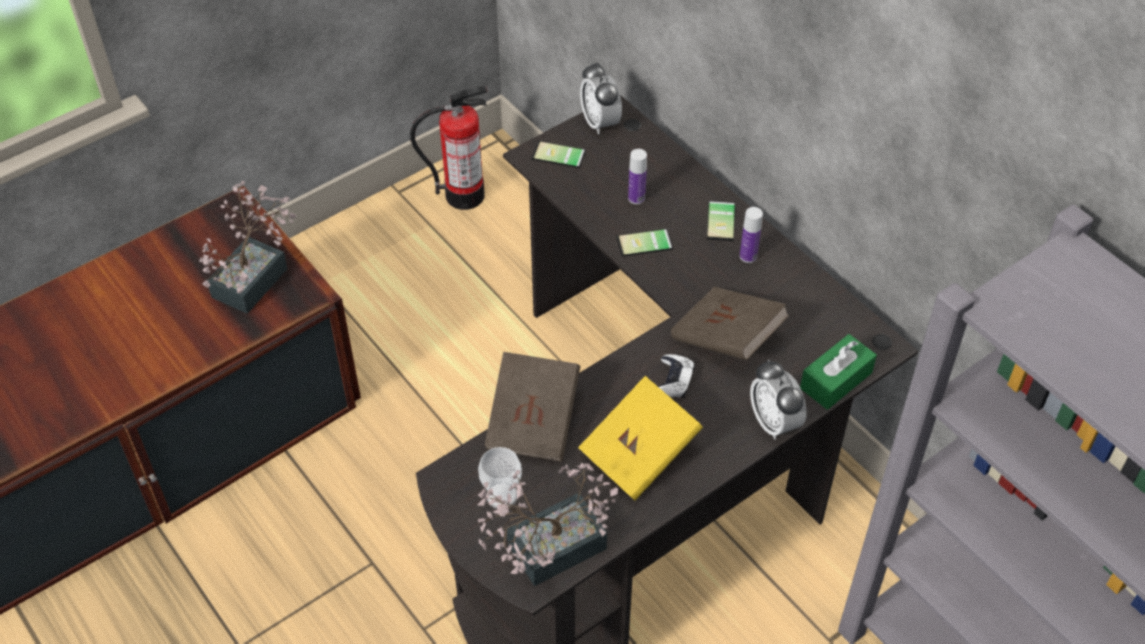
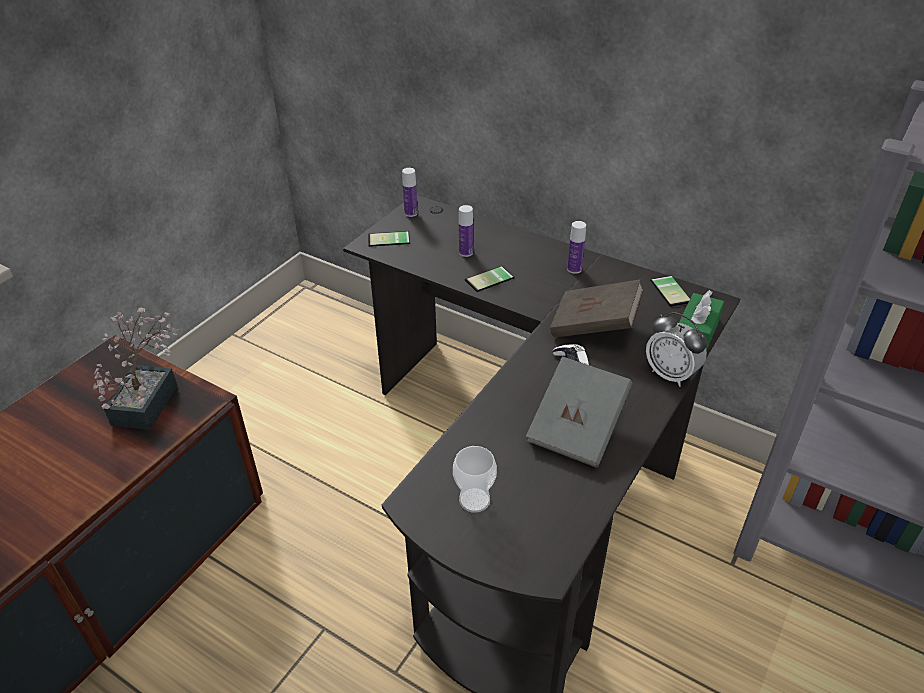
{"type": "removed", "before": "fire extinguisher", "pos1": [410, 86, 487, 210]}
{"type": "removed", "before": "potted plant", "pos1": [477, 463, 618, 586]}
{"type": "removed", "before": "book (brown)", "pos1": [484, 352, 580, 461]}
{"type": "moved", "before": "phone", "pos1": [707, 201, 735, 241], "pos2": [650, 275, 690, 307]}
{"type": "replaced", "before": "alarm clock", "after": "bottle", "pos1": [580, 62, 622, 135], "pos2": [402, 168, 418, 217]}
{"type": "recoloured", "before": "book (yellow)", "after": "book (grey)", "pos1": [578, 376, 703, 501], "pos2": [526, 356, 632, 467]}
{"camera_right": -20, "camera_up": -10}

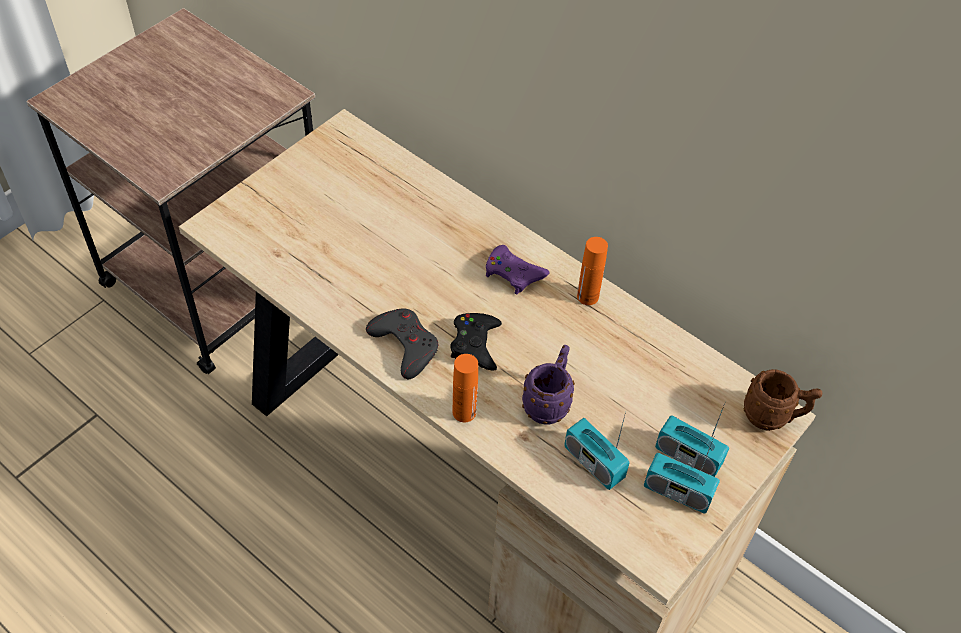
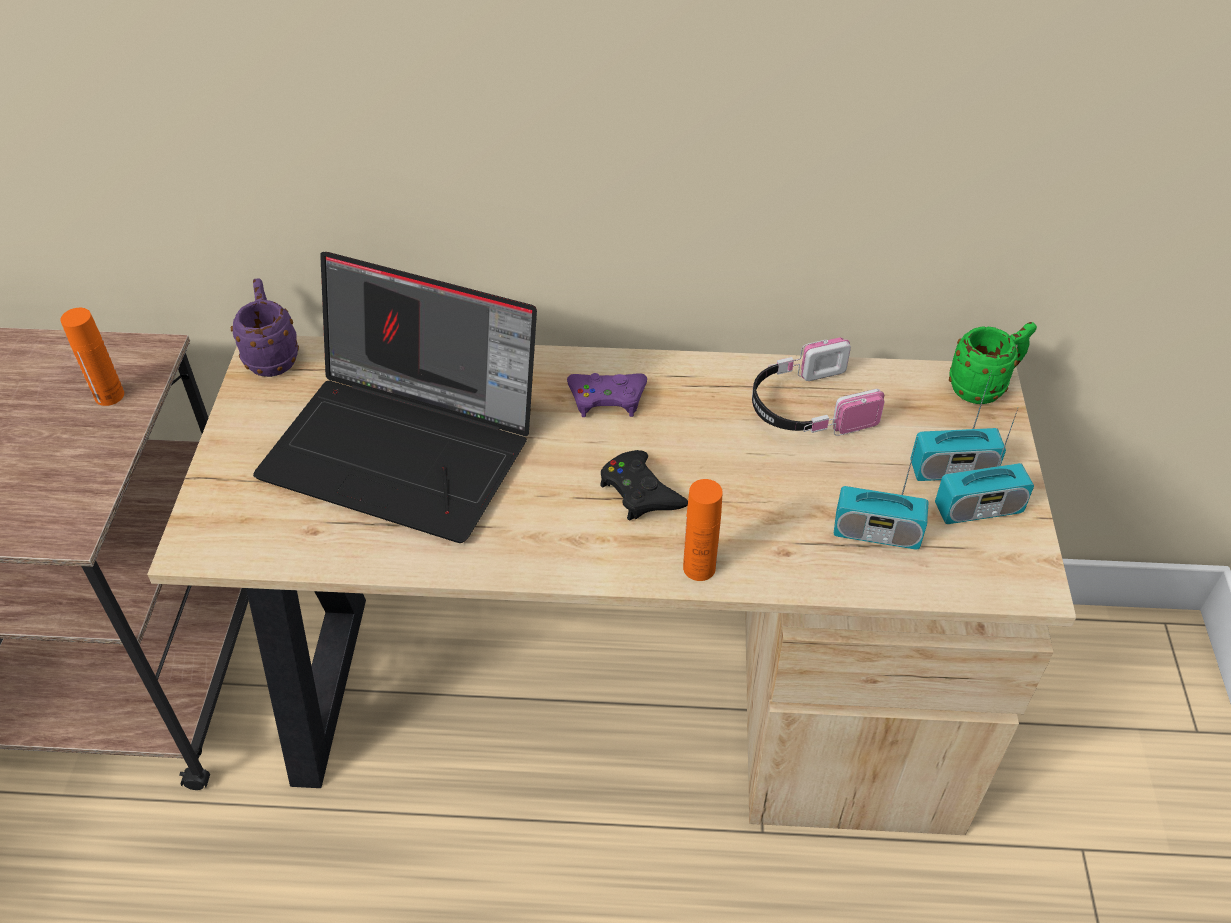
{"type": "removed", "before": "game controller (grey)", "pos1": [366, 308, 439, 379]}
{"type": "added", "after": "laptop", "pos2": [253, 252, 537, 543]}
{"type": "added", "after": "headphones", "pos2": [752, 337, 885, 436]}
{"type": "moved", "before": "mug (purple)", "pos1": [522, 345, 575, 424], "pos2": [231, 279, 299, 377]}
{"type": "moved", "before": "bottle (orange)", "pos1": [577, 237, 608, 305], "pos2": [61, 308, 124, 406]}
{"type": "recoloured", "before": "mug (brown)", "after": "mug (green)", "pos1": [744, 369, 822, 431], "pos2": [949, 322, 1037, 404]}
{"camera_right": -35, "camera_up": -5}

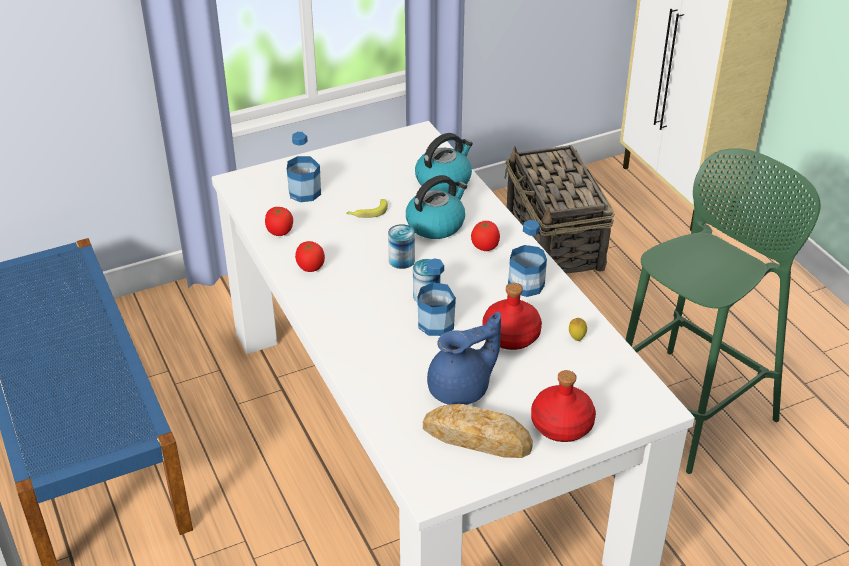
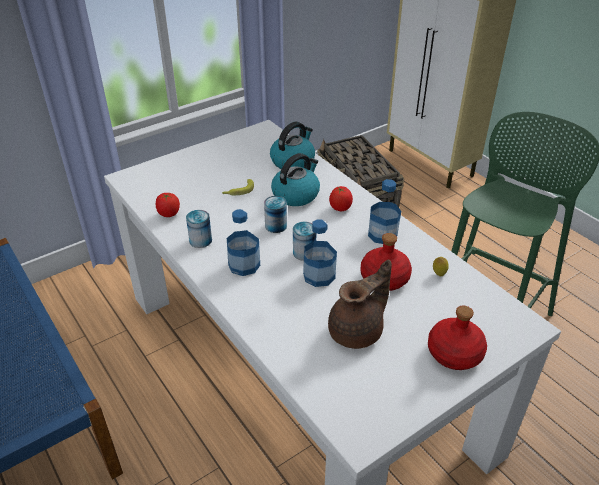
{"type": "removed", "before": "bread", "pos1": [423, 404, 533, 458]}
{"type": "moved", "before": "bottle", "pos1": [287, 132, 321, 202], "pos2": [227, 209, 260, 276]}
{"type": "replaced", "before": "tomato", "after": "can", "pos1": [295, 241, 325, 272], "pos2": [186, 210, 212, 248]}
{"type": "recoloured", "before": "teapot (blue)", "after": "teapot (brown)", "pos1": [427, 311, 501, 405], "pos2": [328, 259, 392, 349]}
{"camera_right": -10, "camera_up": 0}

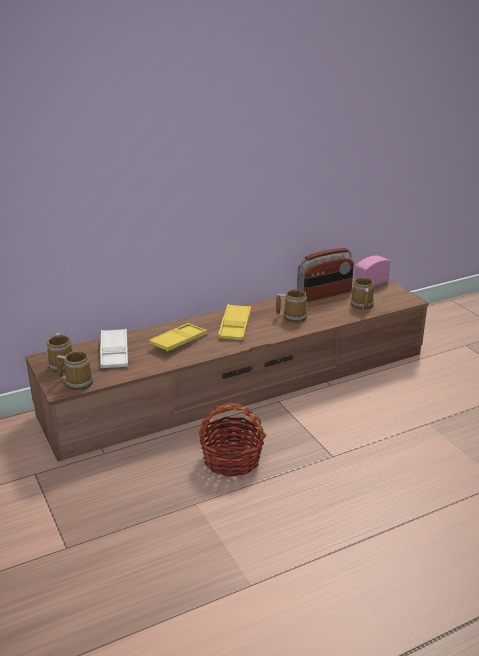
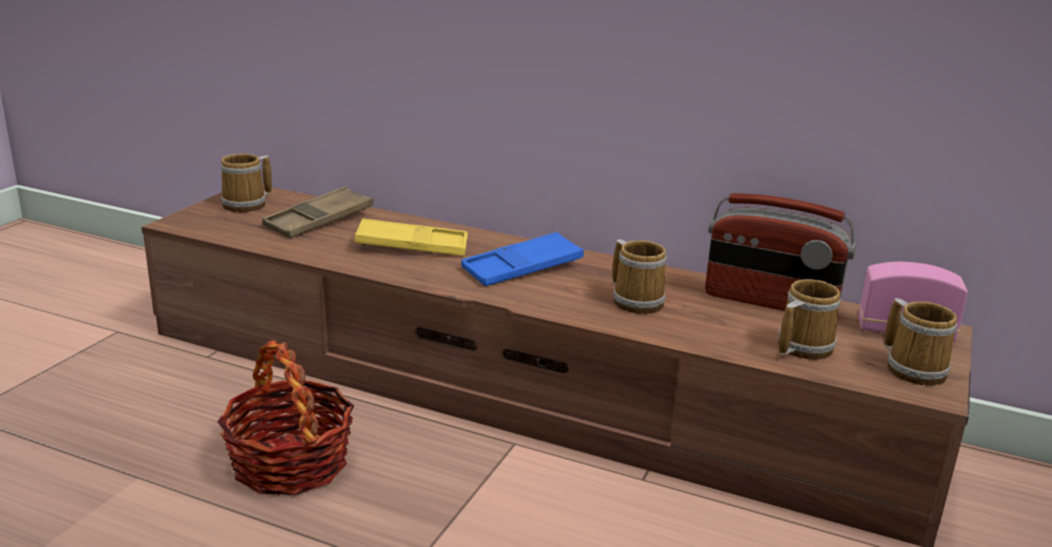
{"type": "moved", "before": "mug", "pos1": [56, 351, 93, 390], "pos2": [884, 298, 957, 386]}
{"type": "recoloured", "before": "tray (white)", "after": "tray (brown)", "pos1": [100, 329, 128, 368], "pos2": [262, 186, 373, 238]}
{"type": "recoloured", "before": "tray (yellow)", "after": "tray (blue)", "pos1": [218, 304, 251, 340], "pos2": [461, 232, 584, 286]}
{"camera_right": 50, "camera_up": -5}

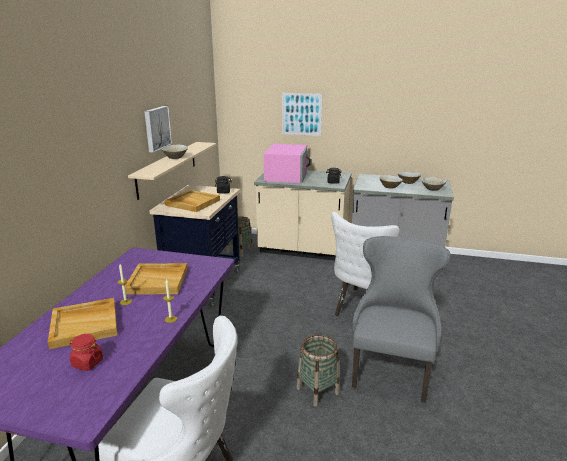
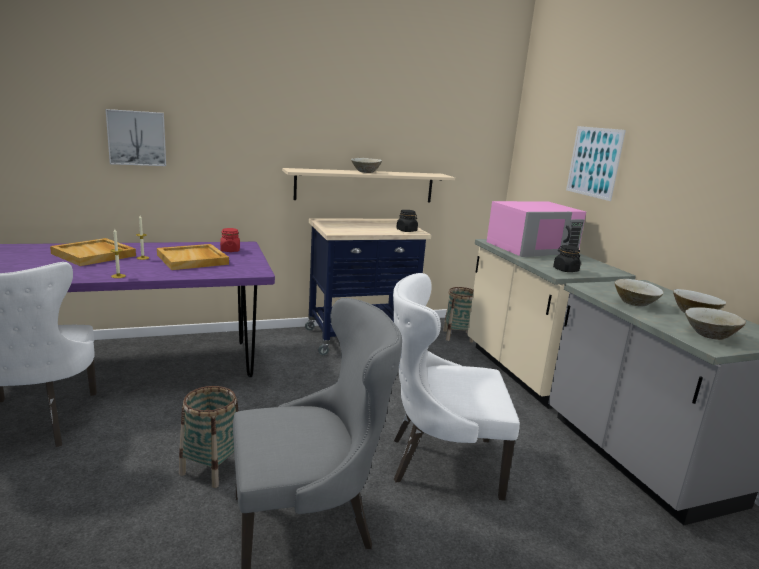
{"type": "removed", "before": "tray (beige)", "pos1": [165, 190, 220, 212]}
{"type": "moved", "before": "jar (red)", "pos1": [70, 334, 103, 371], "pos2": [220, 228, 240, 252]}
{"type": "moved", "before": "picture", "pos1": [144, 106, 172, 153], "pos2": [106, 109, 166, 166]}
{"camera_right": 55, "camera_up": -5}

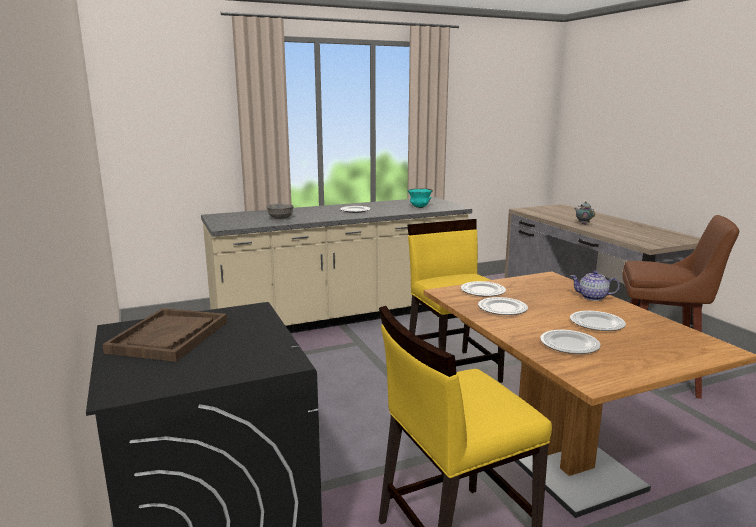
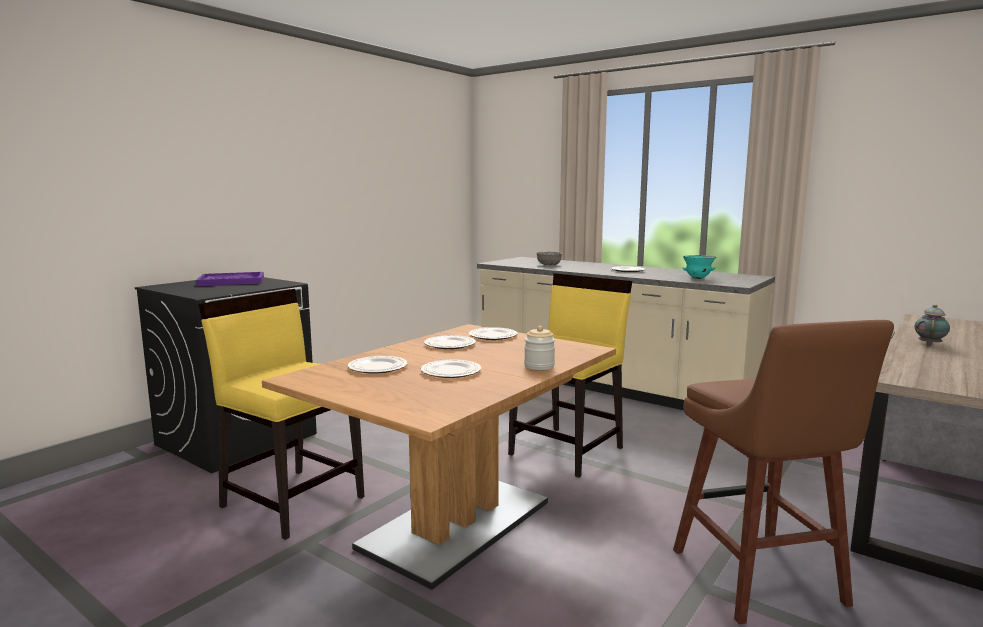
{"type": "replaced", "before": "teapot", "after": "jar", "pos1": [570, 271, 620, 301], "pos2": [524, 326, 555, 370]}
{"type": "recoloured", "before": "tray (brown)", "after": "tray (purple)", "pos1": [102, 308, 227, 362], "pos2": [196, 272, 264, 286]}
{"camera_right": 60, "camera_up": -5}

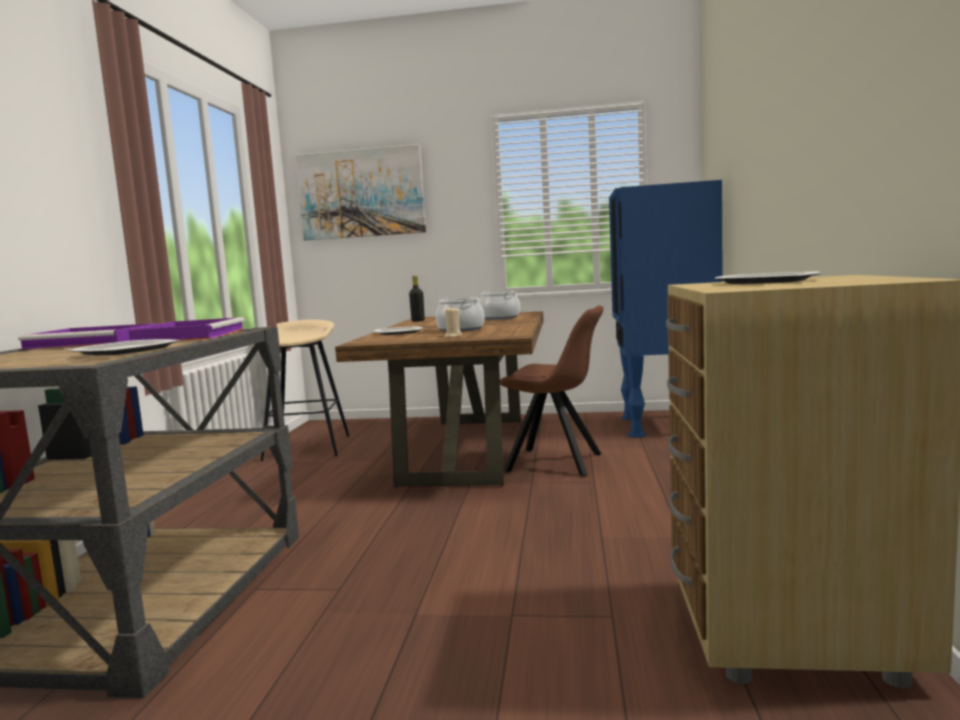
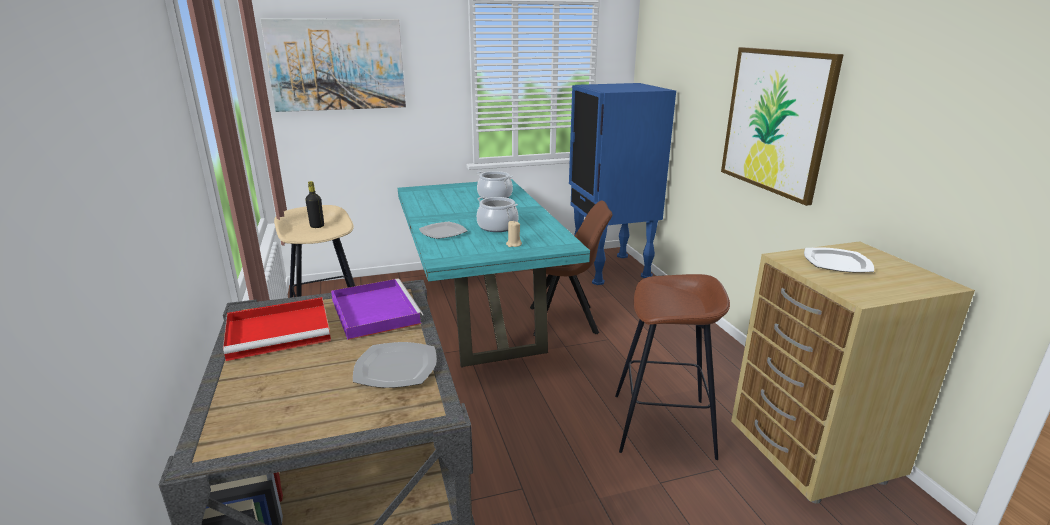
{"type": "added", "after": "stool (brown)", "pos2": [615, 274, 730, 460]}
{"type": "added", "after": "picture", "pos2": [721, 47, 844, 206]}
{"type": "moved", "before": "bottle (black)", "pos1": [409, 276, 425, 322], "pos2": [306, 181, 324, 228]}
{"type": "recoloured", "before": "tray (purple)", "after": "tray (red)", "pos1": [18, 323, 157, 349], "pos2": [223, 297, 331, 361]}
{"type": "recoloured", "before": "dining table (brown)", "after": "dining table (turquoise)", "pos1": [335, 311, 544, 488], "pos2": [398, 179, 590, 368]}
{"camera_right": -25, "camera_up": 15}

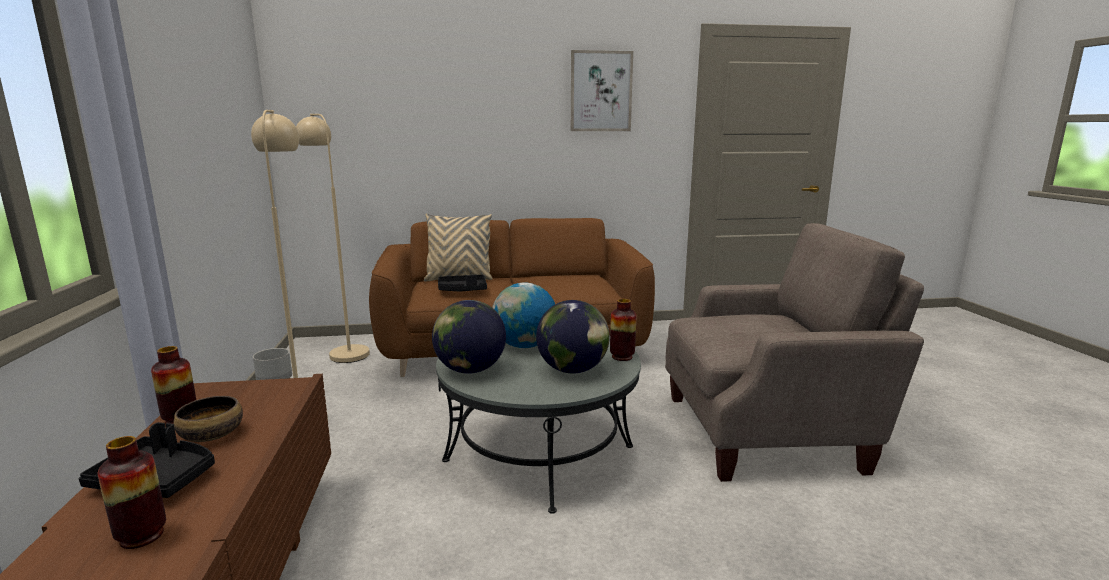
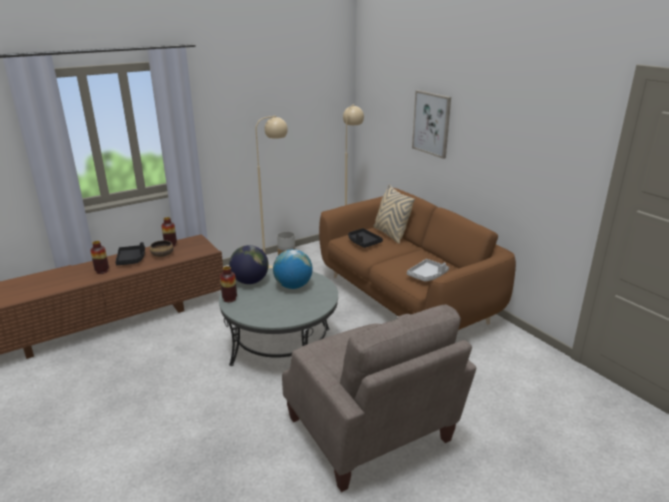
{"type": "removed", "before": "globe", "pos1": [536, 300, 610, 374]}
{"type": "added", "after": "tray (grey)", "pos2": [407, 259, 449, 281]}
{"type": "moved", "before": "picture", "pos1": [571, 50, 633, 131], "pos2": [412, 90, 451, 159]}
{"type": "moved", "before": "vase", "pos1": [610, 299, 636, 361], "pos2": [220, 266, 237, 302]}
{"camera_right": 65, "camera_up": 10}

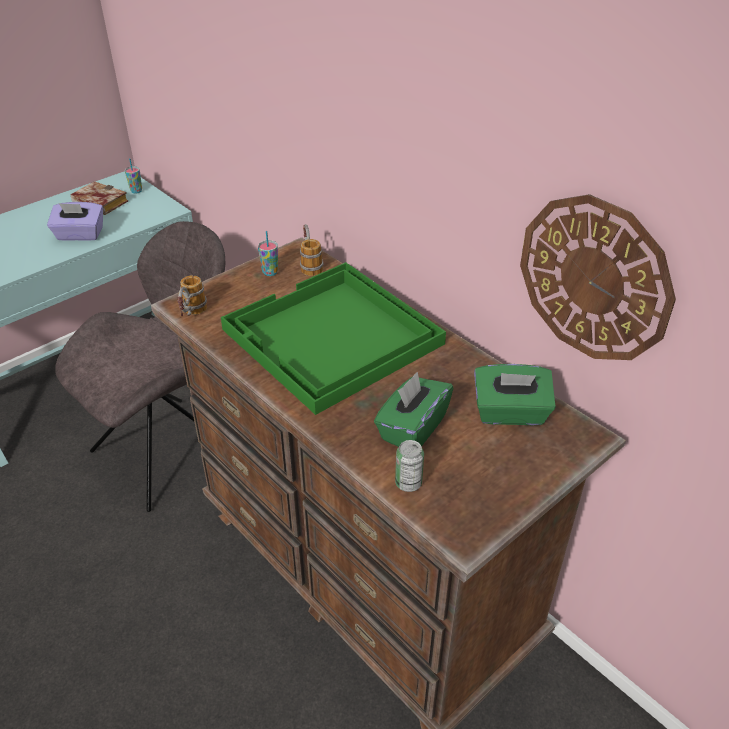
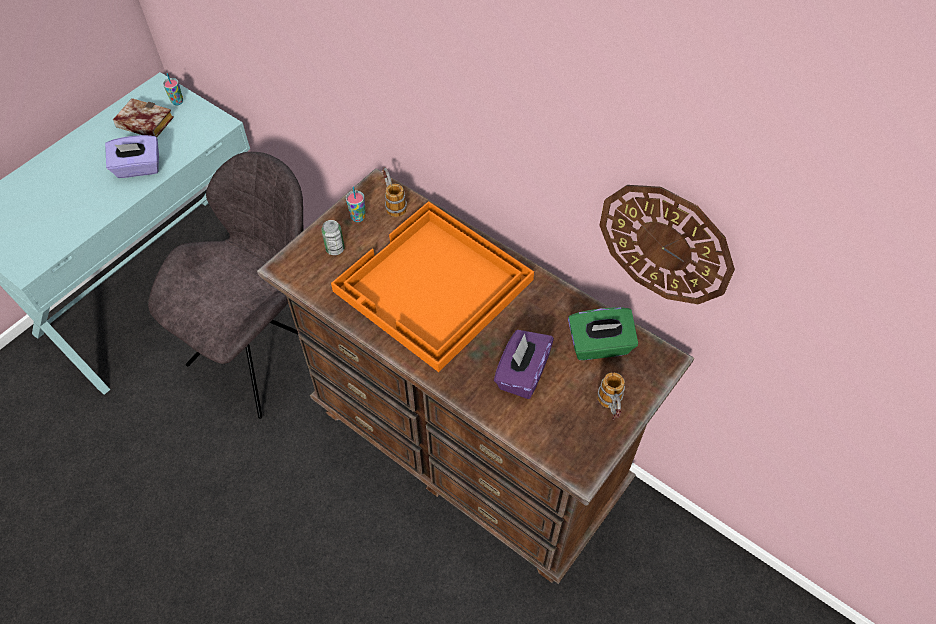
{"type": "moved", "before": "mug", "pos1": [177, 275, 207, 316], "pos2": [597, 372, 625, 420]}
{"type": "moved", "before": "can", "pos1": [395, 440, 424, 492], "pos2": [321, 220, 345, 255]}
{"type": "recoloured", "before": "tray (green)", "after": "tray (orange)", "pos1": [221, 262, 446, 415], "pos2": [331, 201, 534, 372]}
{"type": "recoloured", "before": "tissue box (green)", "after": "tissue box (purple)", "pos1": [374, 372, 454, 447], "pos2": [494, 330, 554, 399]}
{"camera_right": -10, "camera_up": 15}

